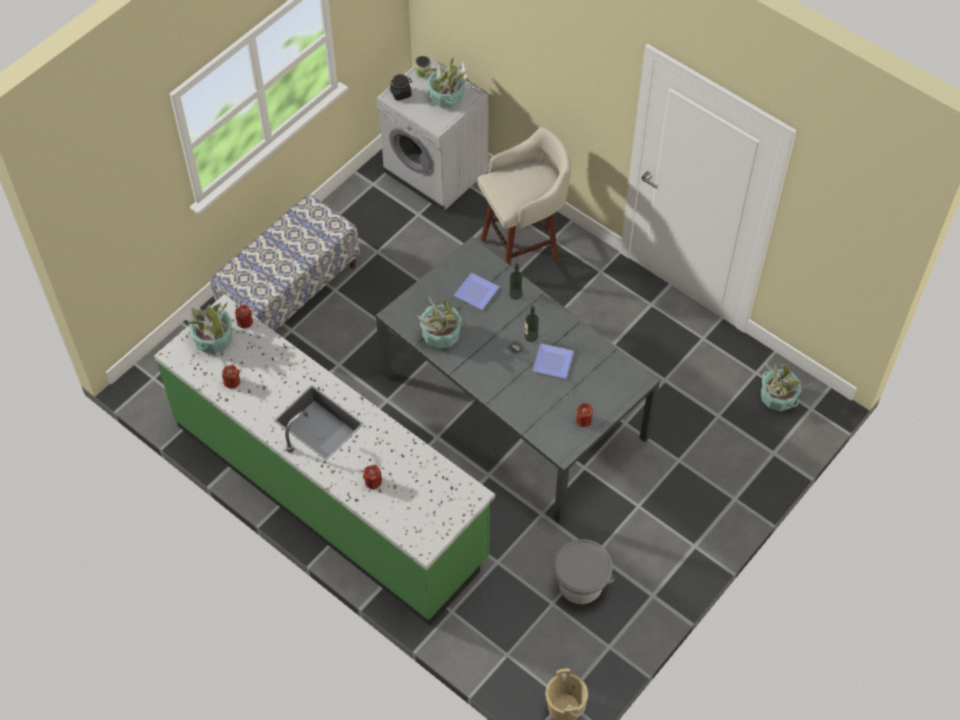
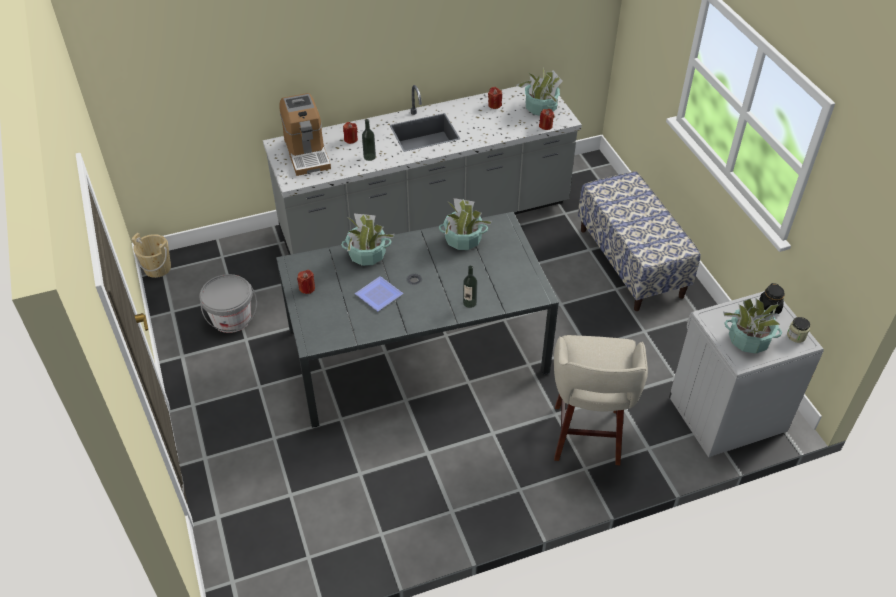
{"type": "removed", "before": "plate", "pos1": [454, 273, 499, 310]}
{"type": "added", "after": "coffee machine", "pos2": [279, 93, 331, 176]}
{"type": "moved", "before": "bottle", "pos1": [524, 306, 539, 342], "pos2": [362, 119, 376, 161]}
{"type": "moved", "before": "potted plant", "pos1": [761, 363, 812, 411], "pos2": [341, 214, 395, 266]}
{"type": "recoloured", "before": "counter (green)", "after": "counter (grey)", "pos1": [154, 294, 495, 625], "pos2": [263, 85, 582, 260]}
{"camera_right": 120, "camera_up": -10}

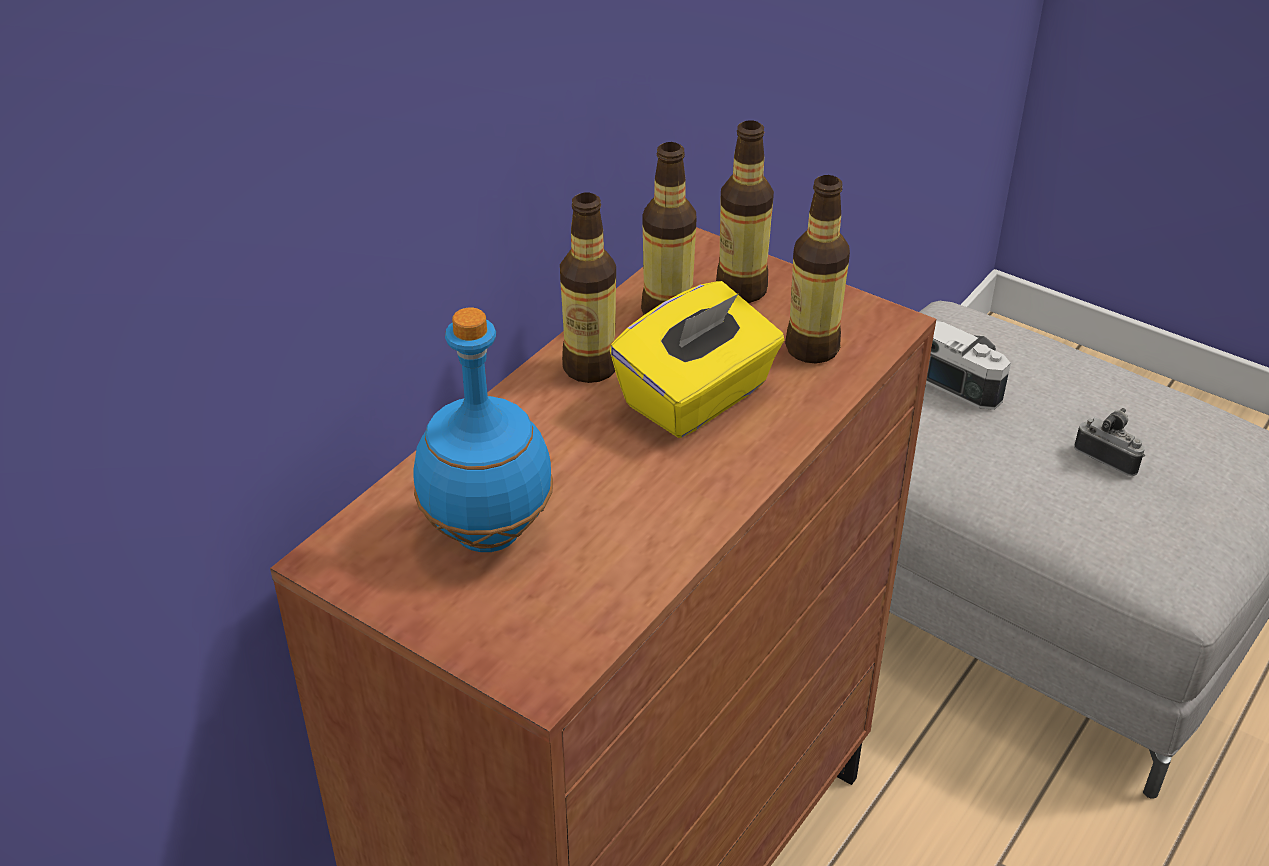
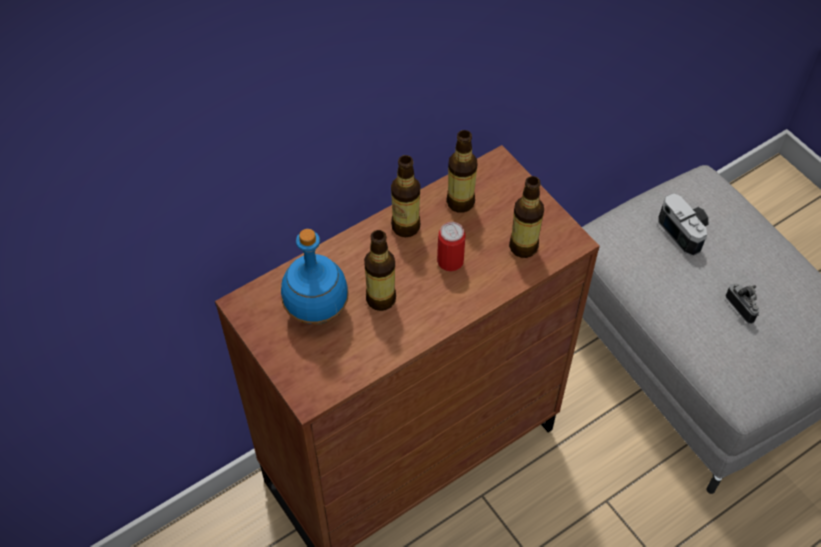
{"type": "moved", "before": "bottle", "pos1": [716, 120, 774, 303], "pos2": [364, 230, 396, 311]}
{"type": "replaced", "before": "tissue box (yellow)", "after": "can", "pos1": [609, 281, 784, 438], "pos2": [437, 222, 465, 271]}
{"camera_right": 20, "camera_up": 15}

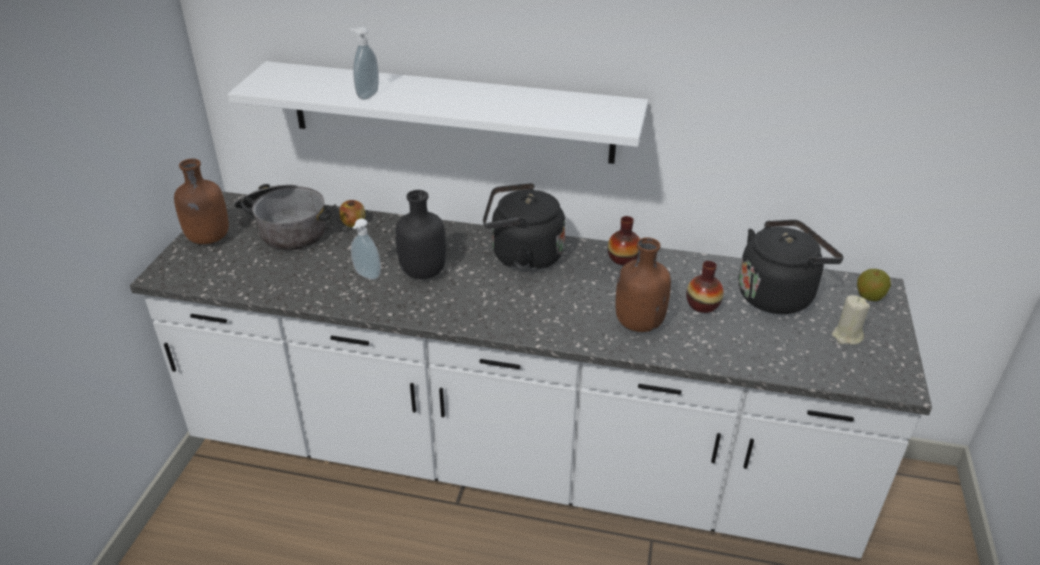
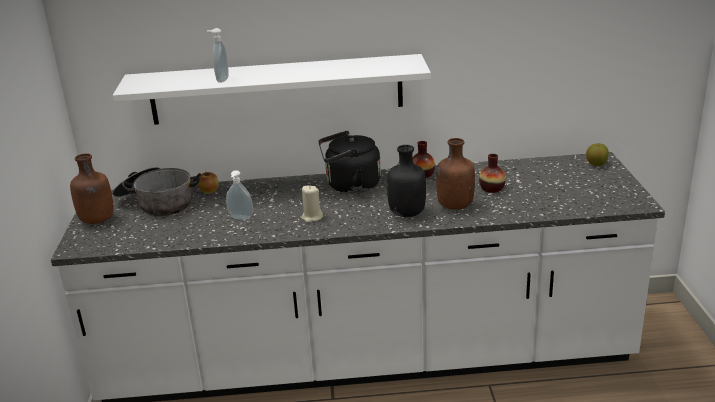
{"type": "removed", "before": "kettle (black)", "pos1": [738, 220, 844, 314]}
{"type": "moved", "before": "bottle (black)", "pos1": [396, 190, 446, 279], "pos2": [387, 145, 426, 217]}
{"type": "moved", "before": "candle (beige)", "pos1": [832, 295, 870, 345], "pos2": [301, 185, 323, 223]}
{"camera_right": -15, "camera_up": -10}

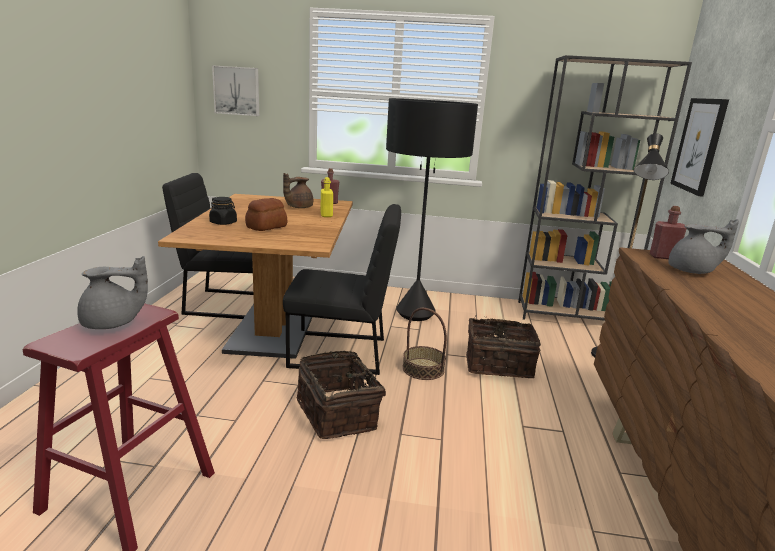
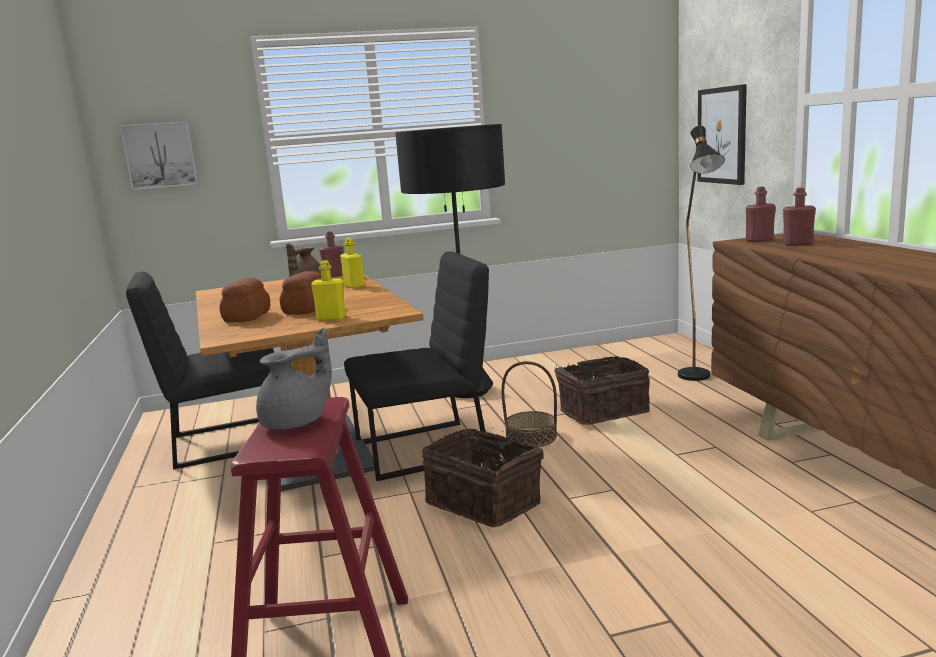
{"type": "removed", "before": "bookcase", "pos1": [518, 55, 692, 321]}
{"type": "added", "after": "bottle (yellow)", "pos2": [311, 260, 346, 321]}
{"type": "replaced", "before": "jar (black)", "after": "bread", "pos1": [209, 197, 237, 225], "pos2": [219, 278, 270, 323]}
{"type": "replaced", "before": "teapot (grey)", "after": "bottle (red)", "pos1": [668, 219, 739, 274], "pos2": [783, 188, 816, 246]}
{"camera_right": -20, "camera_up": -5}

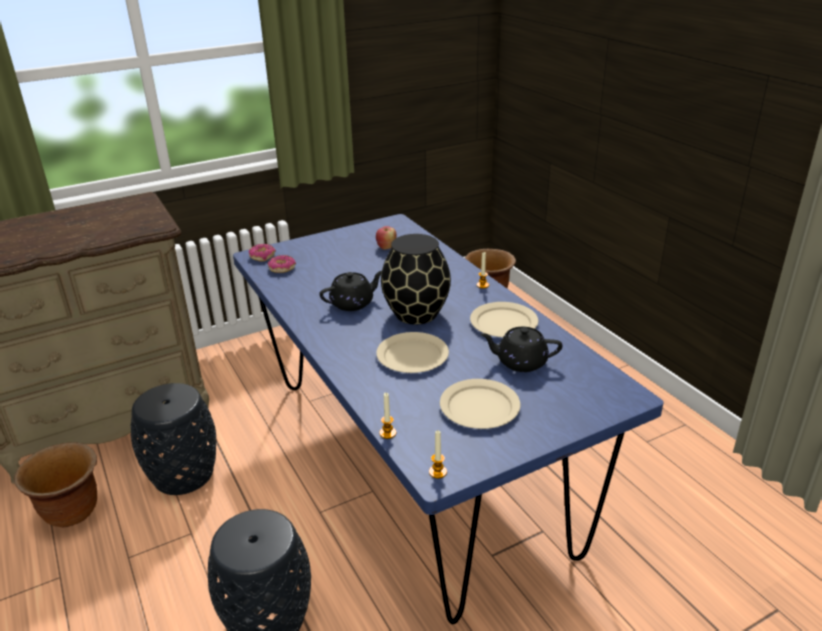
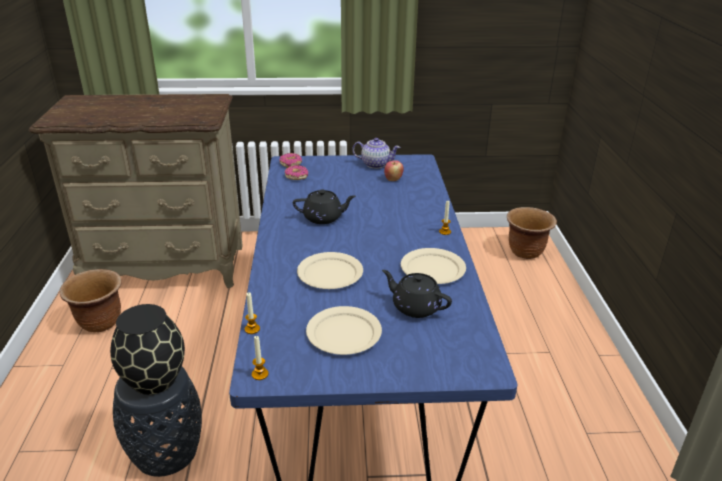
{"type": "removed", "before": "stool (black)", "pos1": [131, 383, 216, 495]}
{"type": "added", "after": "teapot", "pos2": [352, 138, 400, 169]}
{"type": "moved", "before": "vase (black)", "pos1": [381, 234, 451, 325], "pos2": [110, 304, 185, 395]}
{"camera_right": 25, "camera_up": 0}

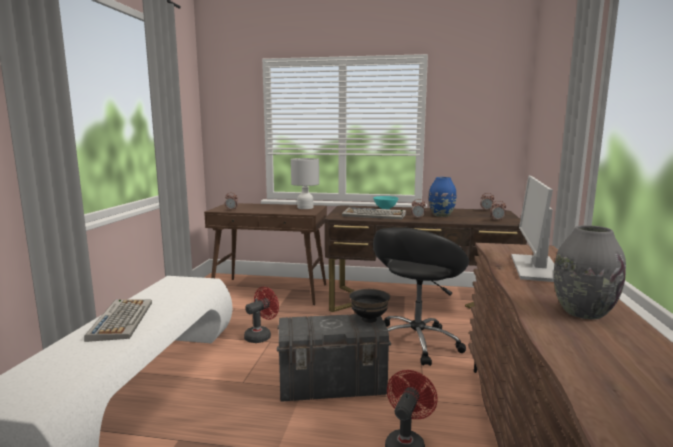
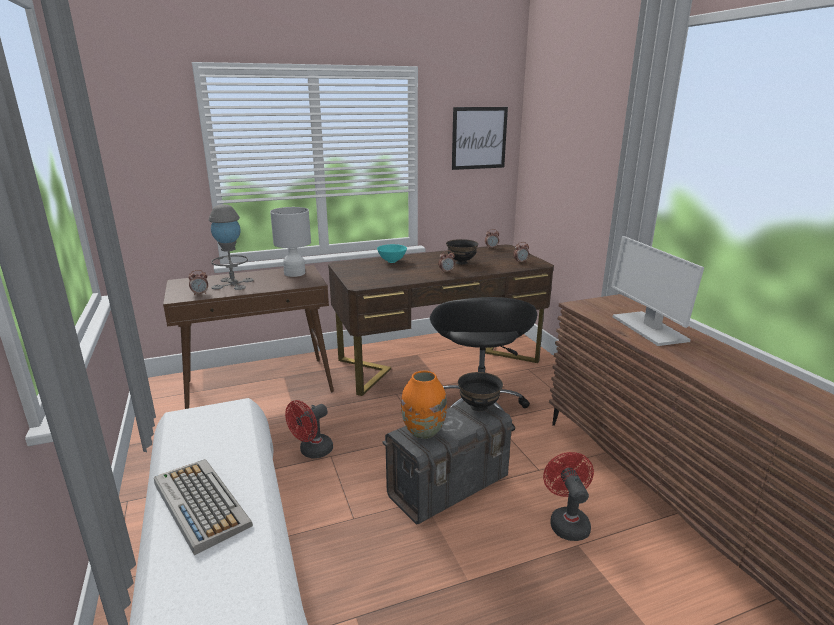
{"type": "removed", "before": "keyboard", "pos1": [342, 207, 406, 220]}
{"type": "removed", "before": "vase (grey)", "pos1": [553, 225, 626, 319]}
{"type": "added", "after": "table lamp (grey)", "pos2": [209, 204, 254, 290]}
{"type": "added", "after": "vase (orange)", "pos2": [401, 371, 447, 439]}
{"type": "added", "after": "picture", "pos2": [452, 107, 508, 170]}
{"type": "replaced", "before": "vase (blue)", "after": "bowl (black)", "pos1": [429, 177, 456, 217], "pos2": [446, 239, 479, 265]}
{"type": "turned", "before": "fan (red)", "pos1": [244, 287, 279, 343], "pos2": [285, 400, 333, 458], "turn": -150}
{"camera_right": -30, "camera_up": 10}

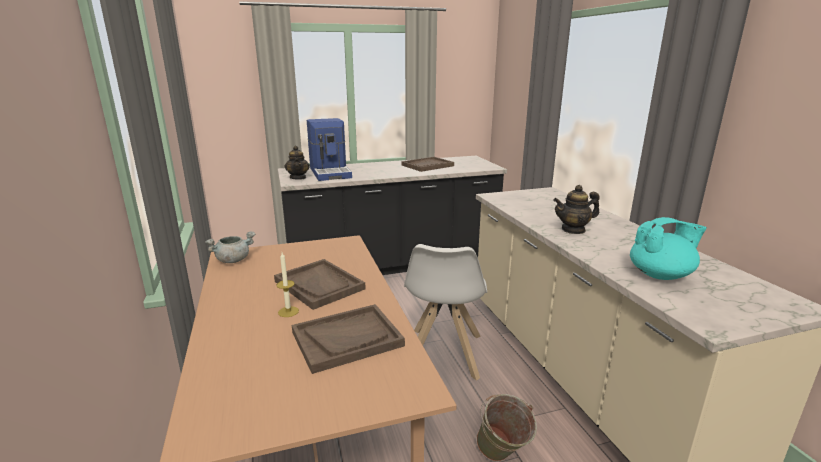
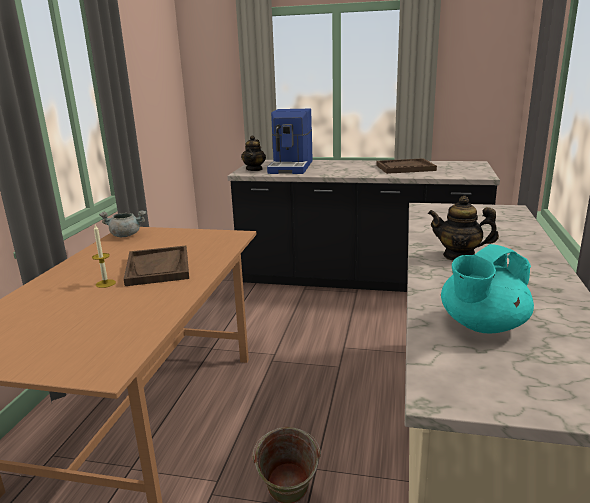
{"type": "removed", "before": "tray (brown)", "pos1": [292, 304, 405, 374]}
{"type": "removed", "before": "chair", "pos1": [404, 244, 487, 381]}
{"type": "turned", "before": "teapot (turquoise)", "pos1": [630, 217, 707, 280], "pos2": [441, 244, 534, 334], "turn": 120}
{"camera_right": 30, "camera_up": 0}

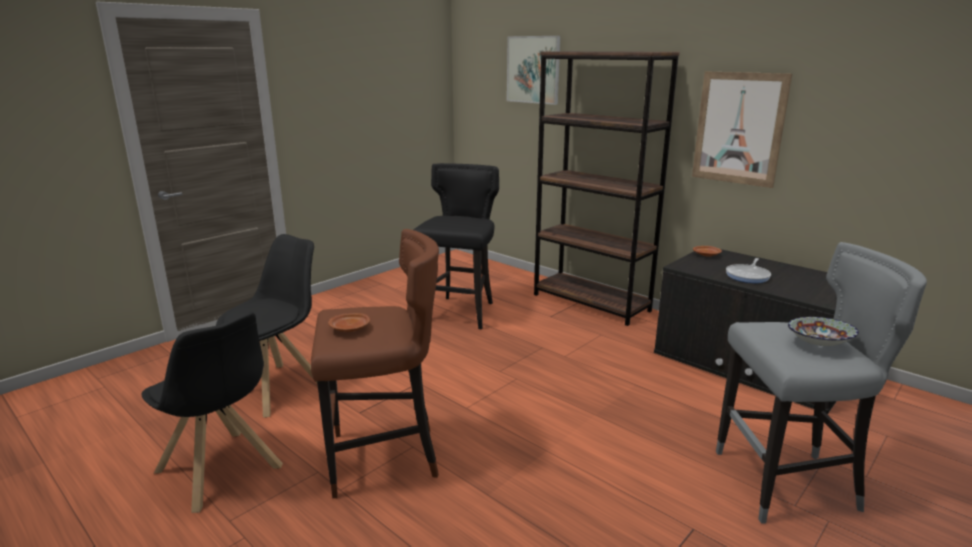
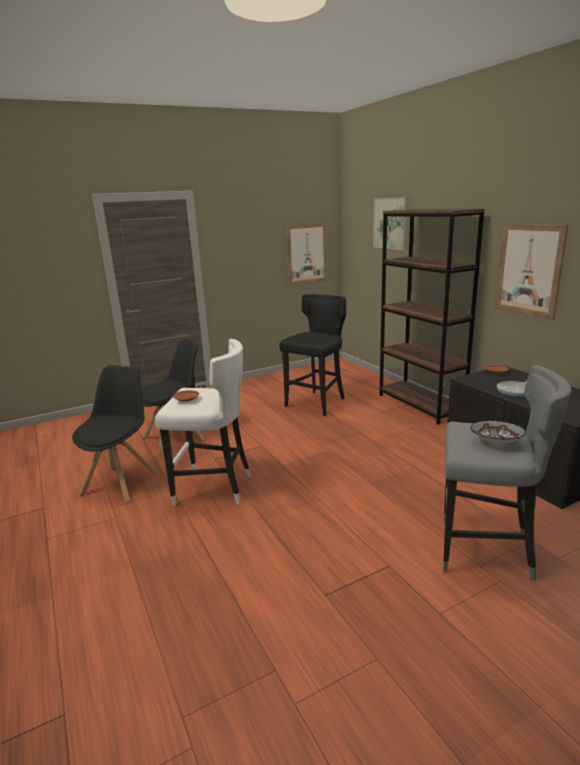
{"type": "added", "after": "picture", "pos2": [286, 222, 327, 286]}
{"type": "recoloured", "before": "stool (brown)", "after": "stool (white)", "pos1": [311, 229, 439, 499], "pos2": [155, 339, 251, 506]}
{"type": "turned", "before": "chair (black)", "pos1": [141, 311, 283, 513], "pos2": [72, 365, 157, 502], "turn": -135}
{"camera_right": 20, "camera_up": 0}

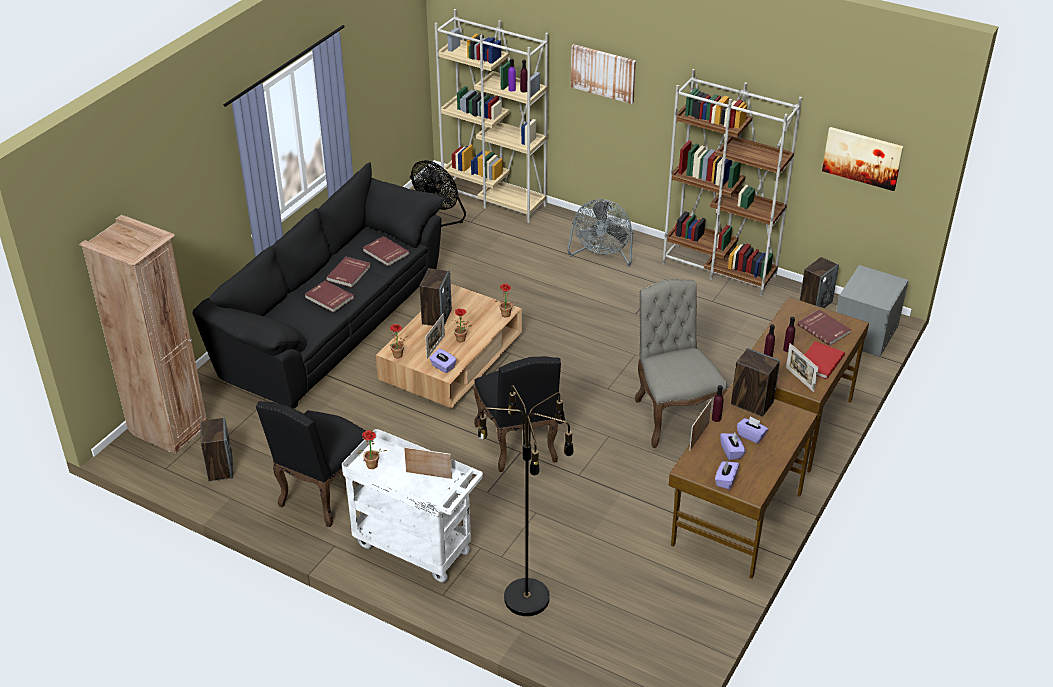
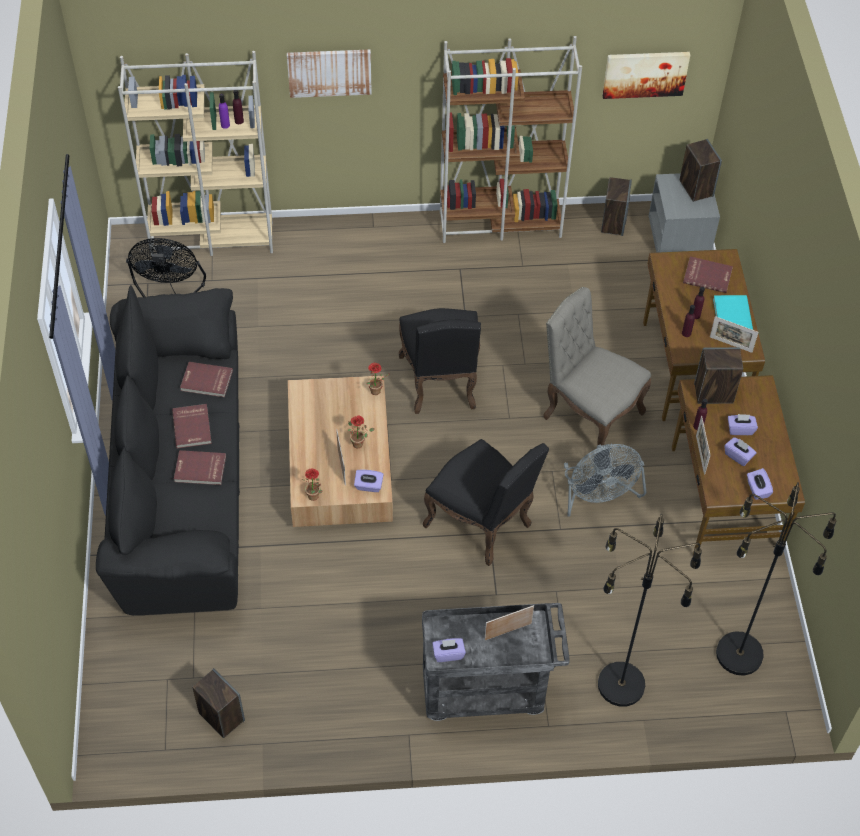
{"type": "removed", "before": "cabinet (brown)", "pos1": [79, 215, 207, 454]}
{"type": "added", "after": "floor lamp", "pos2": [716, 482, 836, 676]}
{"type": "moved", "before": "chair (black)", "pos1": [256, 401, 365, 527], "pos2": [399, 308, 481, 414]}
{"type": "moved", "before": "speaker", "pos1": [420, 268, 452, 326], "pos2": [679, 139, 722, 202]}
{"type": "moved", "before": "fan (grey)", "pos1": [567, 199, 634, 267], "pos2": [564, 443, 647, 517]}
{"type": "replaced", "before": "potted plant", "after": "tissue box (purple)", "pos1": [357, 430, 387, 469], "pos2": [432, 638, 466, 662]}
{"type": "recoloured", "before": "cart (white)", "after": "cart (black)", "pos1": [342, 429, 483, 583], "pos2": [422, 603, 570, 721]}
{"type": "recoloured", "before": "book (red)", "after": "book (turquoise)", "pos1": [805, 341, 845, 379], "pos2": [713, 295, 753, 330]}
{"camera_right": -35, "camera_up": 15}

